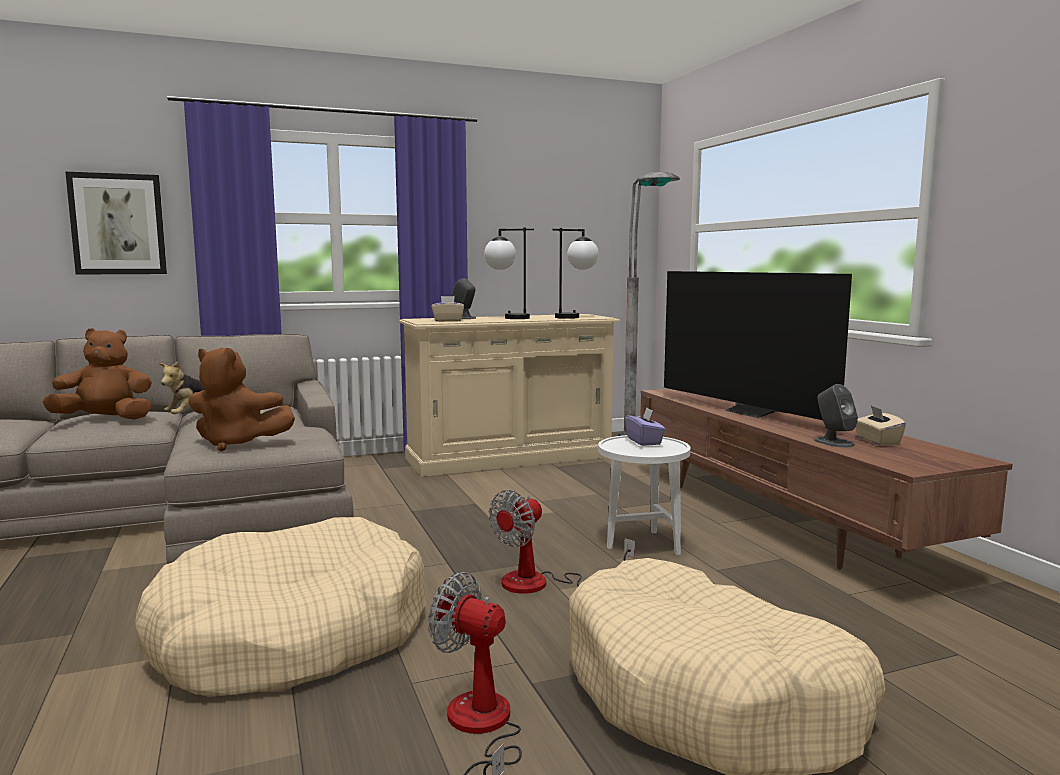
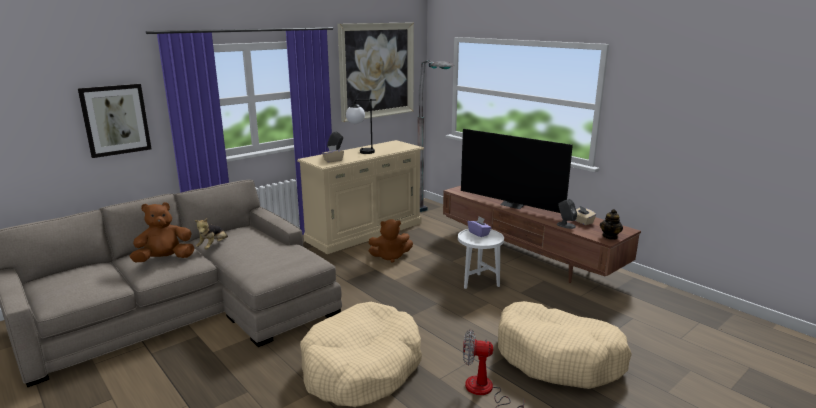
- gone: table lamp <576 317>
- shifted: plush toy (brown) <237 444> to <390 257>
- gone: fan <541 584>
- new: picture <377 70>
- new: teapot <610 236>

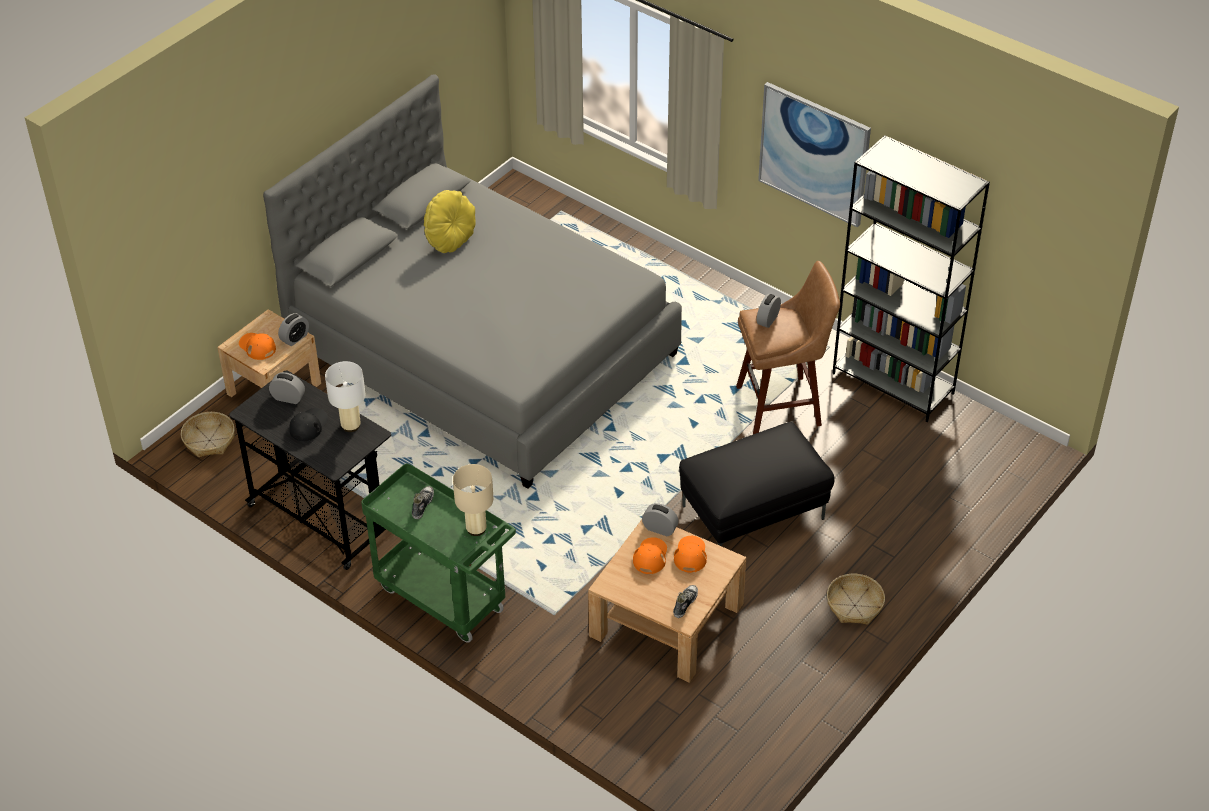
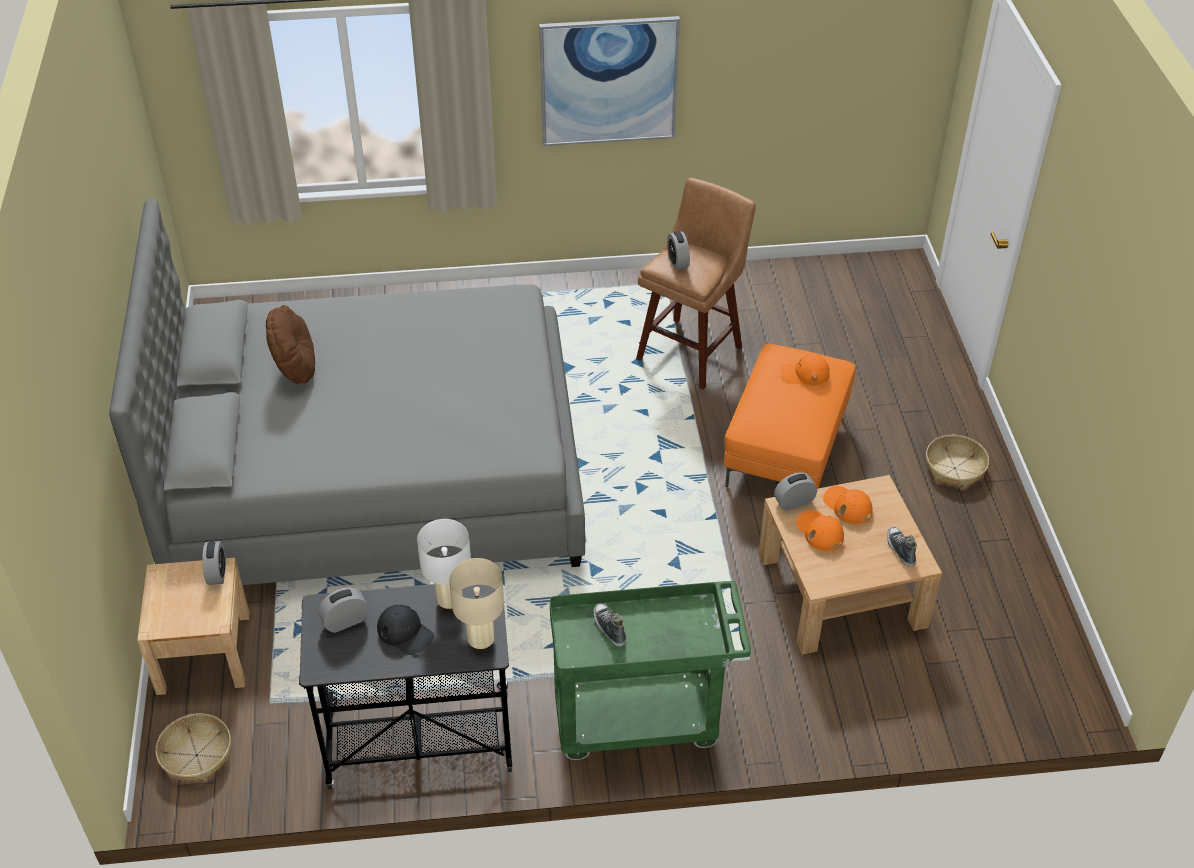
- gone: bookcase (grey) <894 383>
- repainted: pillow (yellow) <451 242> to pillow (brown) <295 370>
- shifted: cap (orange) <257 347> to <804 373>
- rotated: cap (black) <308 425> = <405 633> 150 degrees clockwise
- repainted: ottoman (black) <753 513> to ottoman (orange) <786 452>
- shifted: table lamp (beige) <477 529> to <481 640>

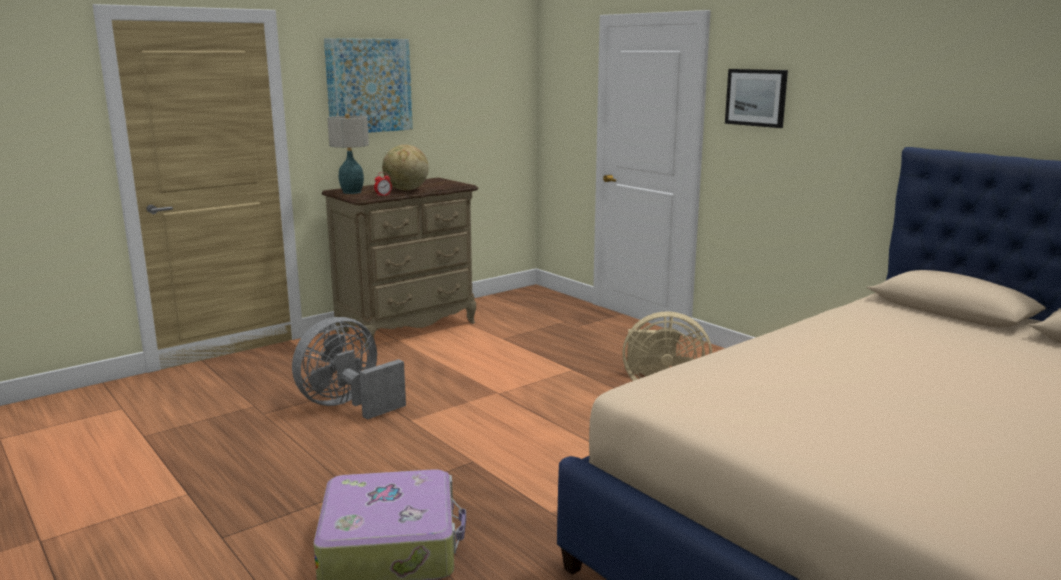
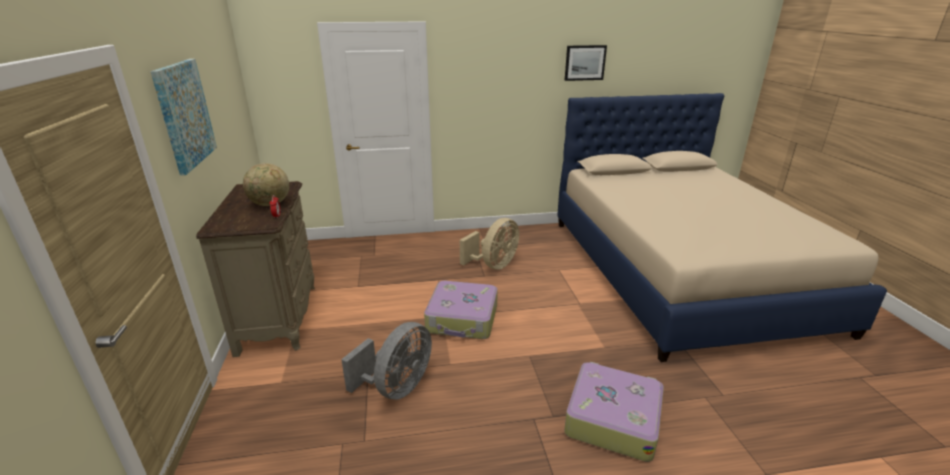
- shifted: picture <756 97> to <585 62>
- gone: table lamp <352 192>
- rotated: fan (grey) <348 405> = <397 387> 135 degrees counterclockwise
- new: suitcase <462 319>

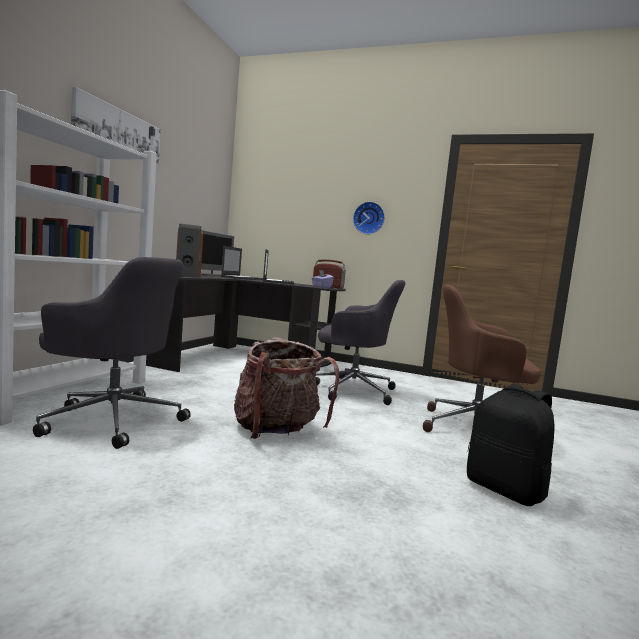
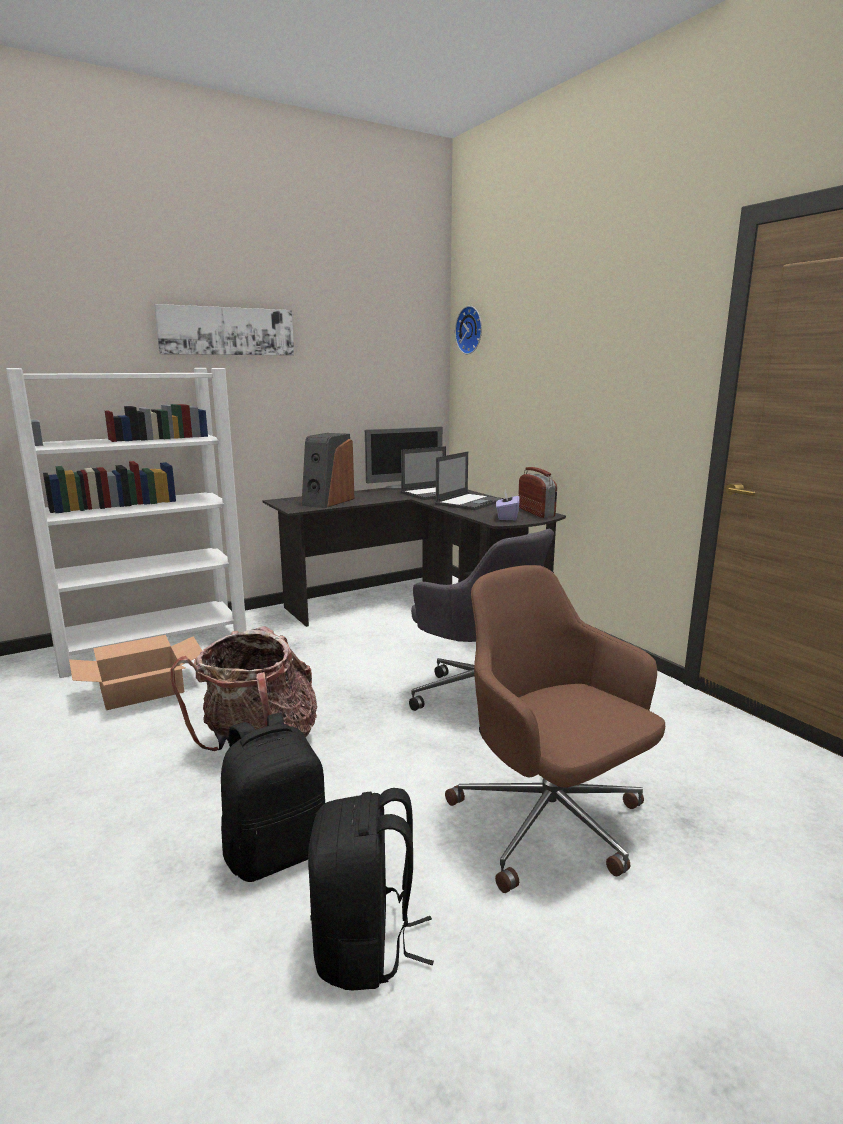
- shifted: wall clock <369 218> to <471 330>
- swapped: office chair (grey) <113 419> to cardboard box <141 689>
- new: backpack (black) <277 852>

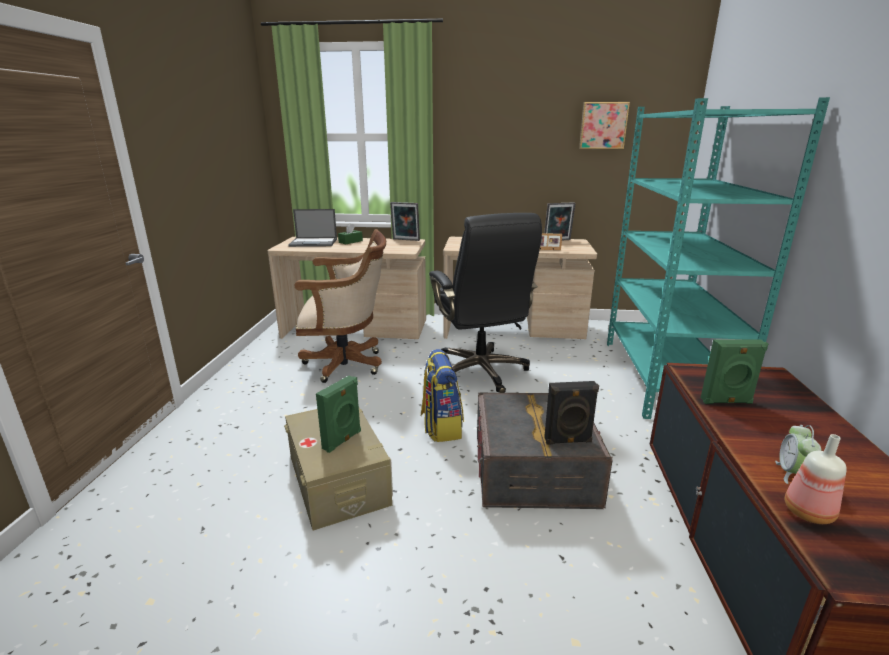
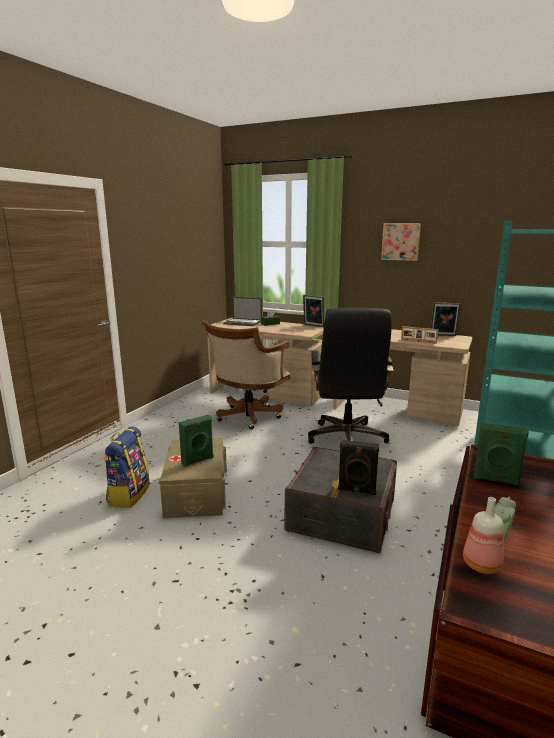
- shifted: picture <603 125> to <401 242>
- rotated: office chair <347 364> = <247 417> 105 degrees clockwise
- shifted: backpack <441 427> to <128 494>

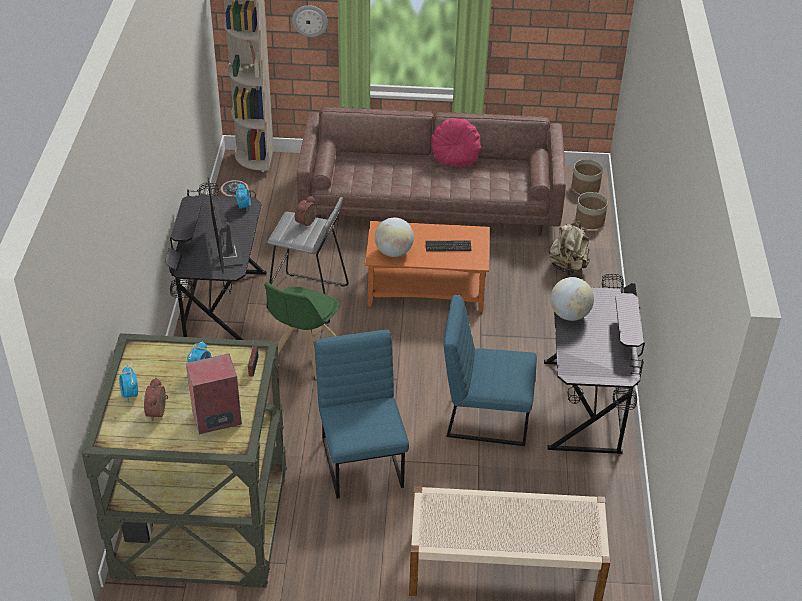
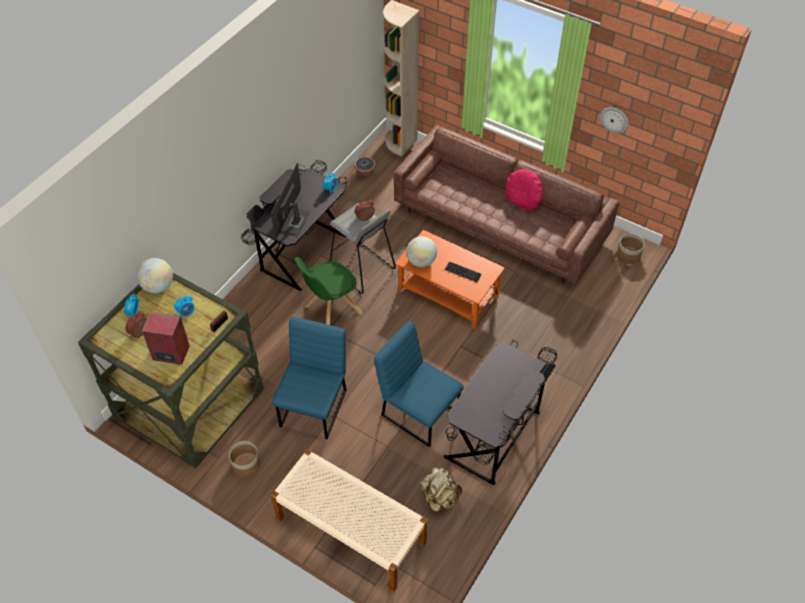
- shifted: wall clock <310 20> to <614 119>
- shifted: planter <589 221> to <246 465>
- shifted: backpack (beige) <568 267> to <439 498>
- shifted: globe <569 314> to <158 286>

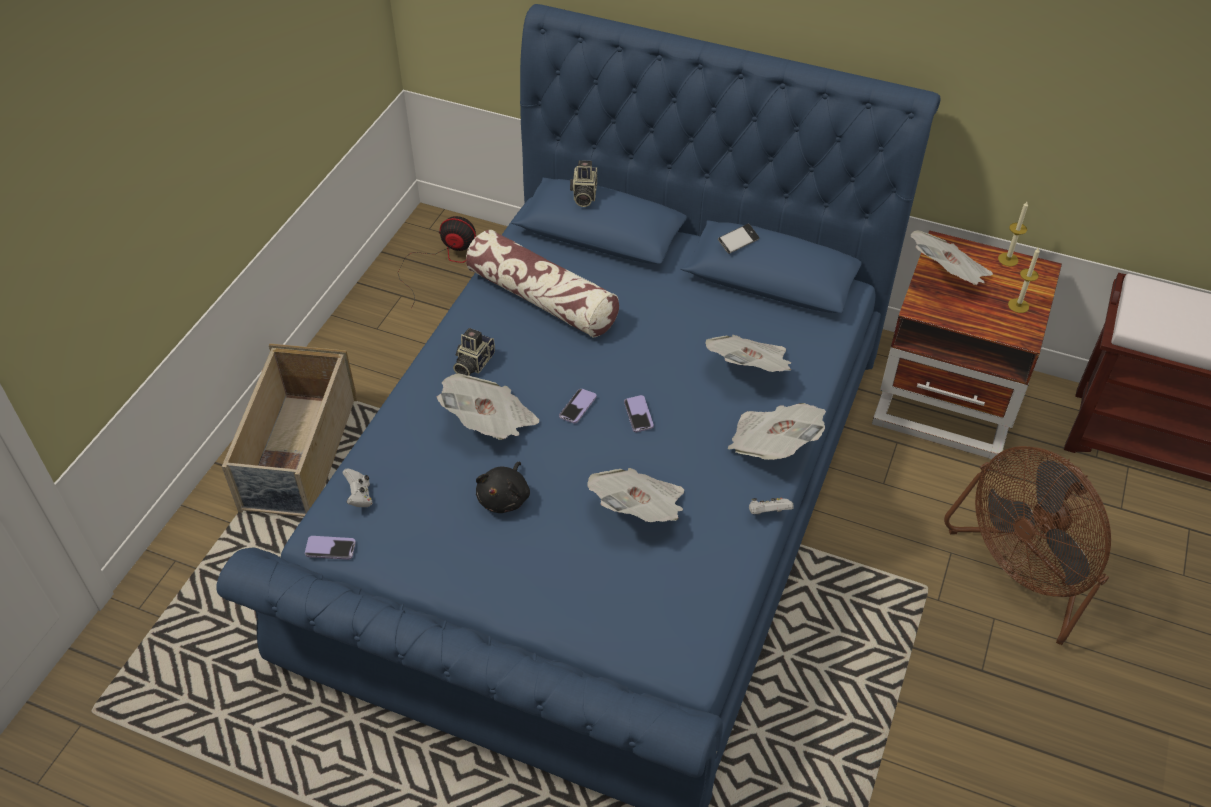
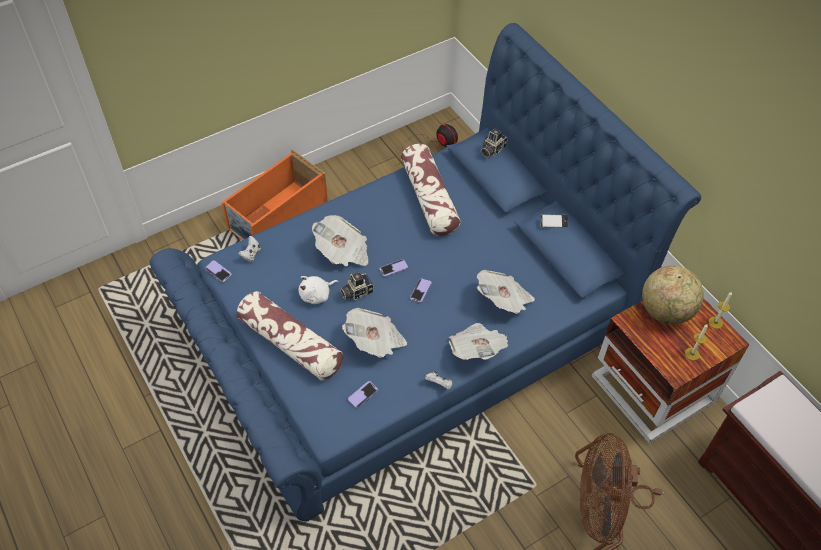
- swapped: newspaper <948 275> to globe <666 311>
- shifted: photo camera <472 363> to <356 292>
- repainted: storage box (beige) <299 455> to storage box (orange) <277 216>
- repainted: plush toy (black) <505 497> to plush toy (white) <317 295>
- new: pillow <291 343>
- new: phone <363 395>

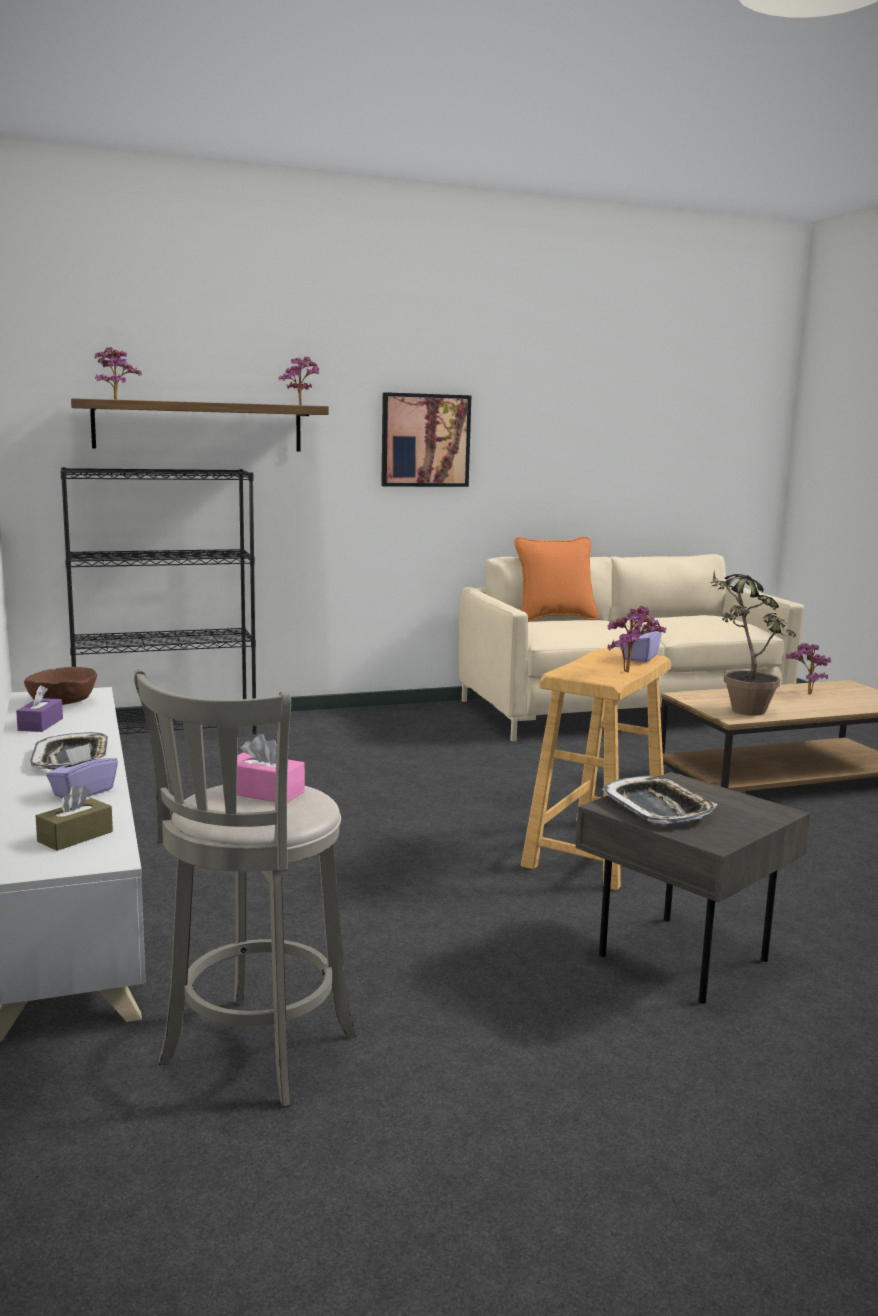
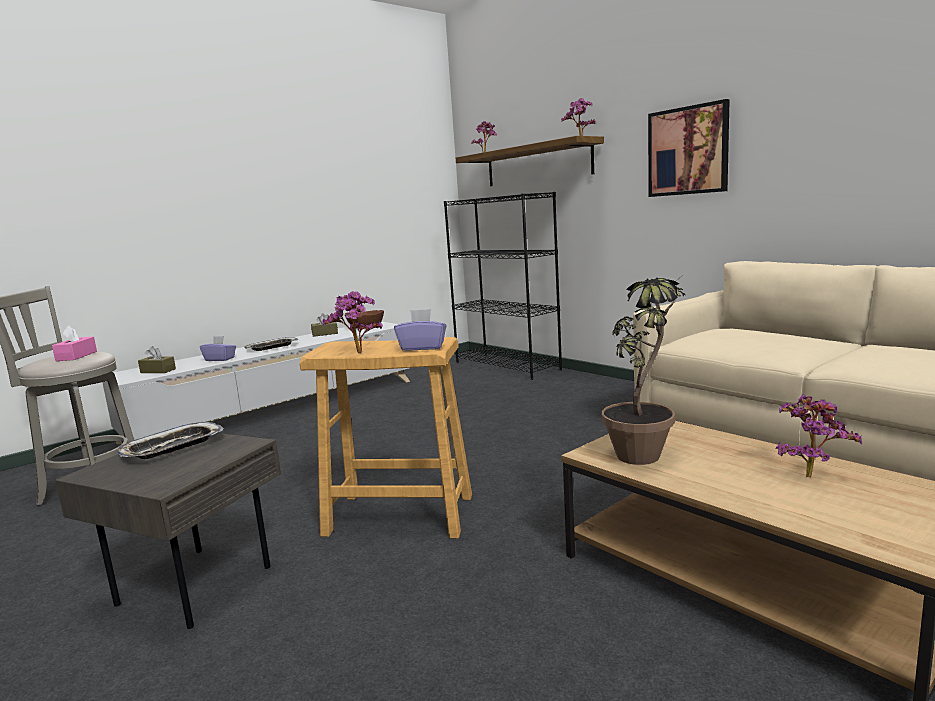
- gone: pillow (orange) <554 618>
- repainted: tissue box (purple) <40 724> to tissue box (brown) <325 334>

